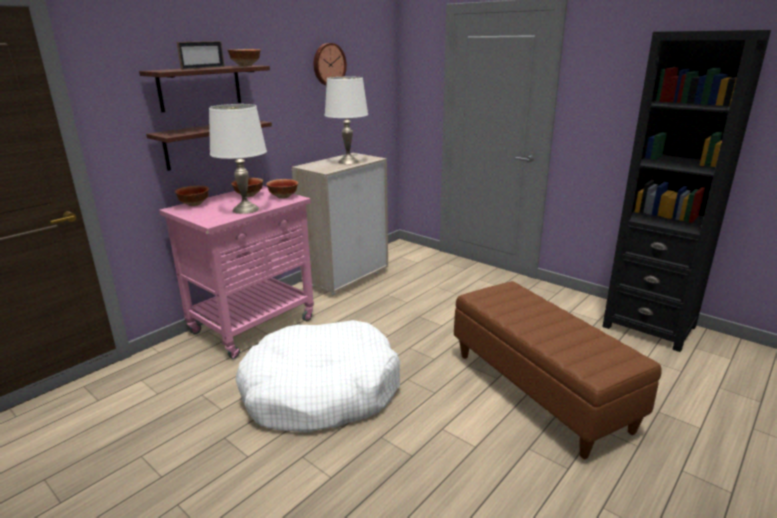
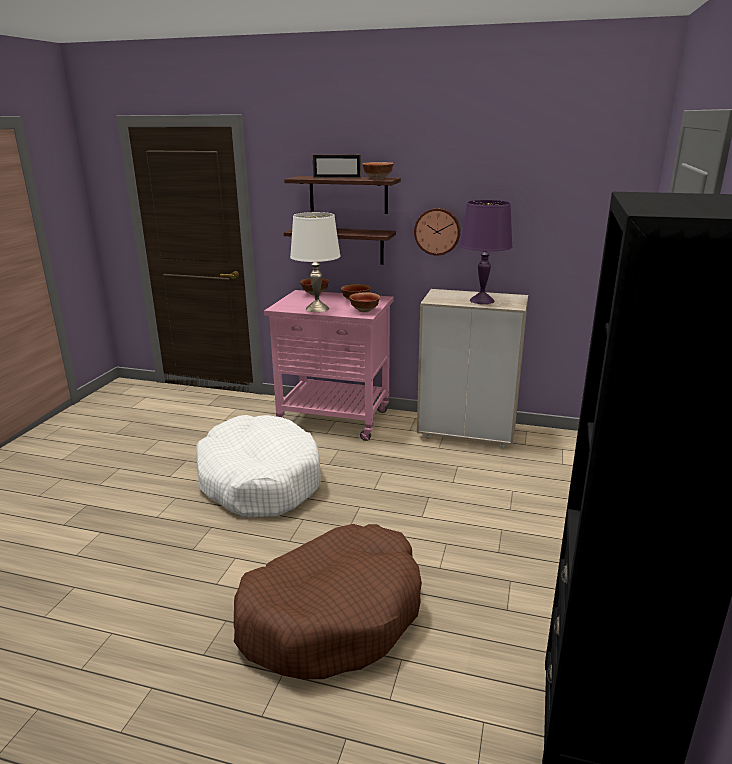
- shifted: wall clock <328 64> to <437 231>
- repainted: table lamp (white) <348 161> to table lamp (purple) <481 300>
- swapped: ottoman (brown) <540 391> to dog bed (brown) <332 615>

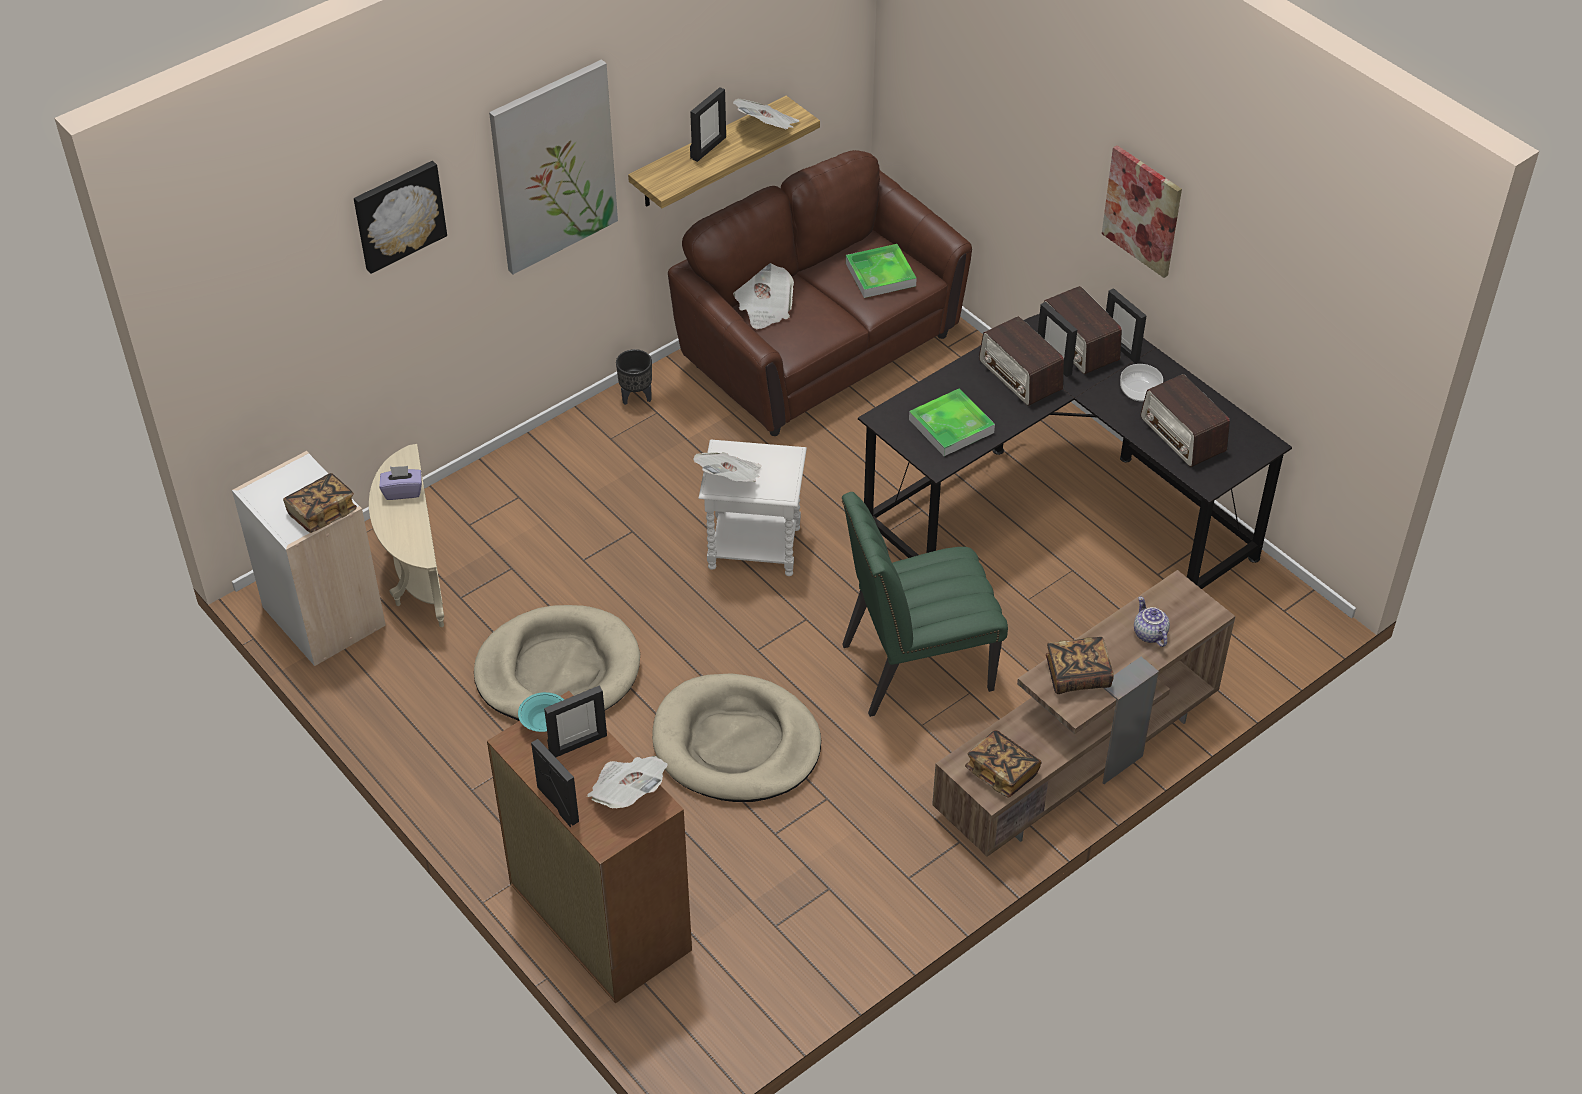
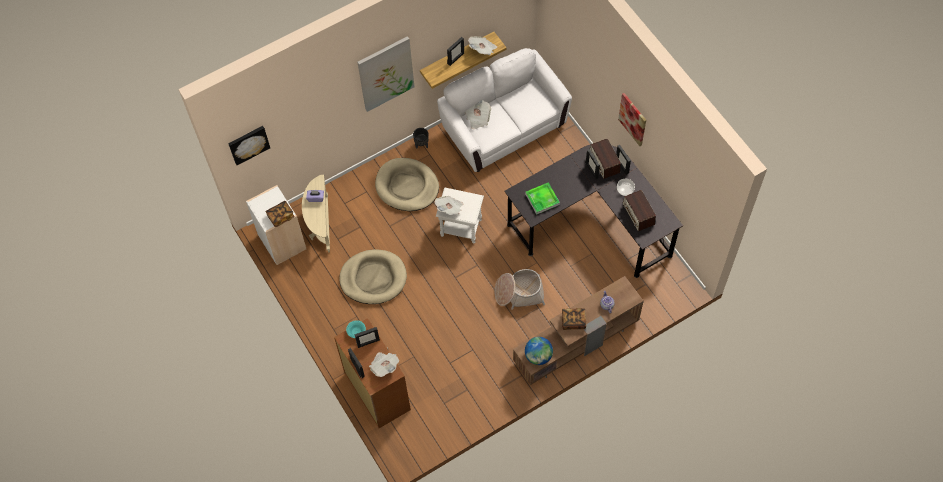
- repainted: sofa (brown) <818 347> to sofa (white) <503 126>
- shifted: picture <398 214> to <248 144>
- gone: tray <880 274>
- gone: radio <1020 375>
- swapped: chair (green) <918 666> to basket <519 292>
- shifted: dog bed (beige) <736 744> to <407 186>
- swapped: book <1001 772> to globe <538 356>

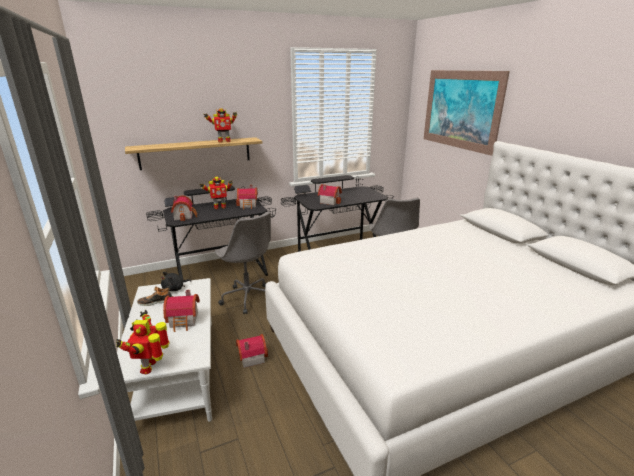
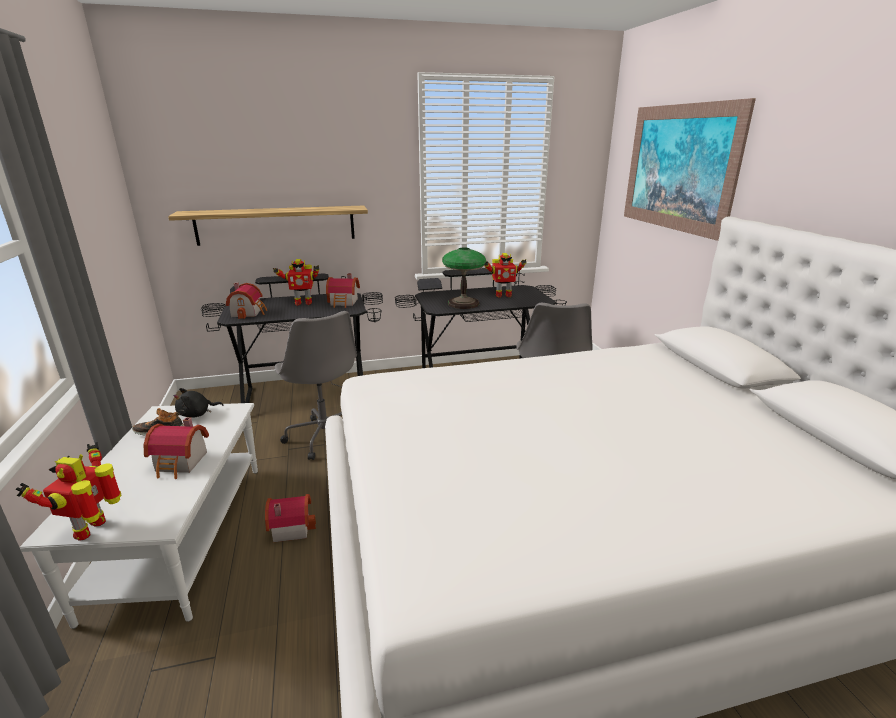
- shifted: toy robot <224 141> to <502 295>
- swapped: toy house <329 201> to table lamp <463 303>

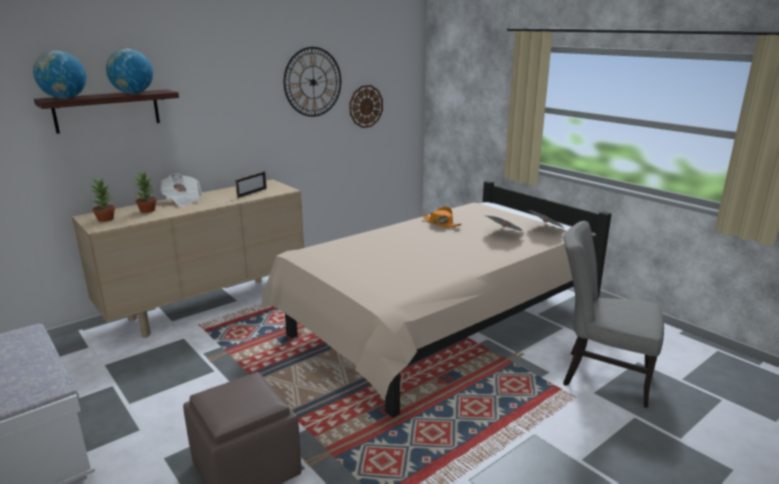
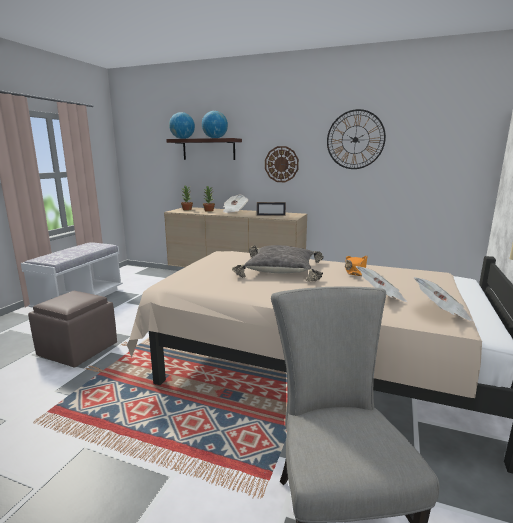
- shifted: wall clock <366 106> to <281 164>
- new: pillow <280 269>

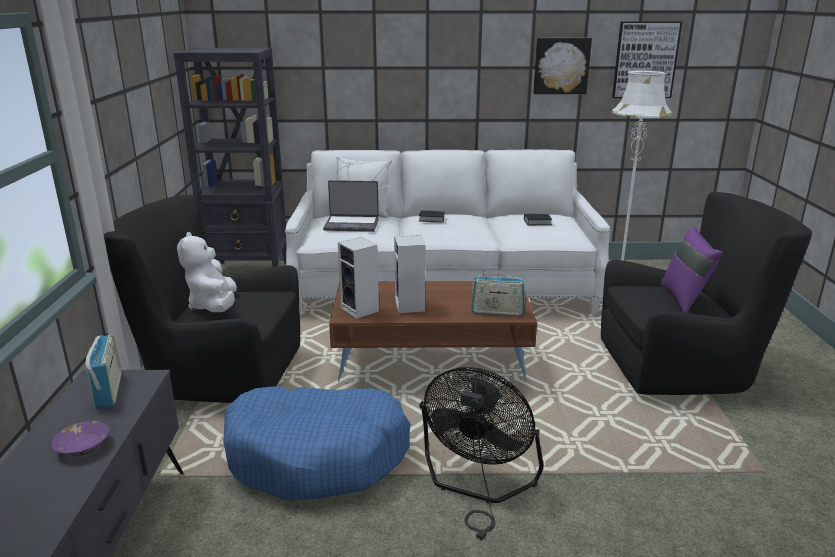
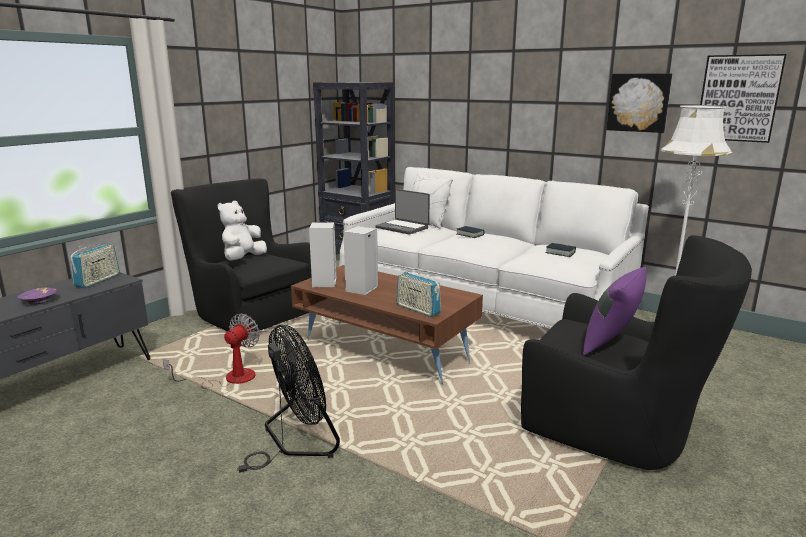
- swapped: dog bed (blue) <317 455> to fan <228 378>

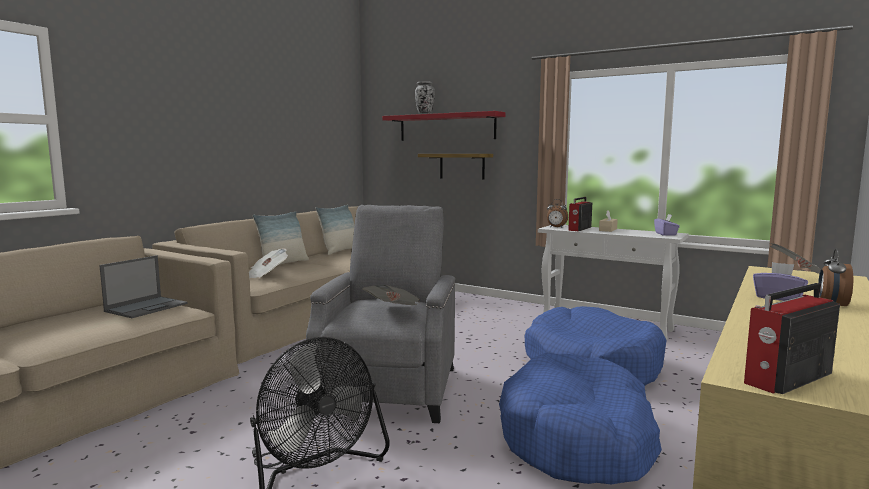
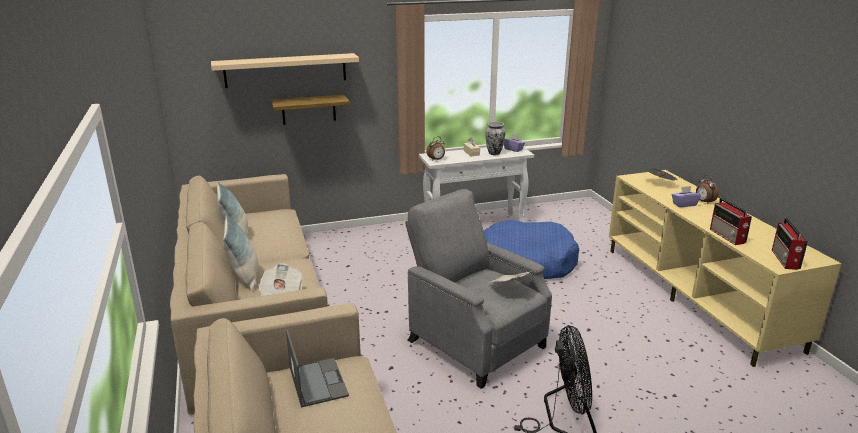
- shifted: vase <425 114> to <494 153>
- repainted: shelf (red) <446 127> to shelf (beige) <285 70>
- shifted: radio <579 229> to <728 236>
- gone: dog bed (blue) <578 439>

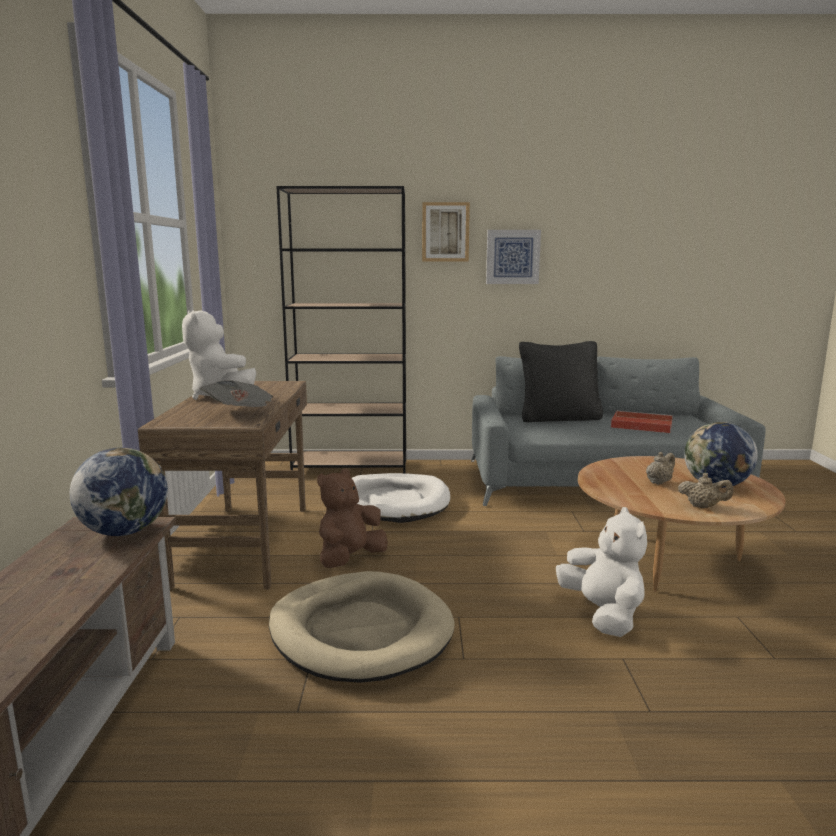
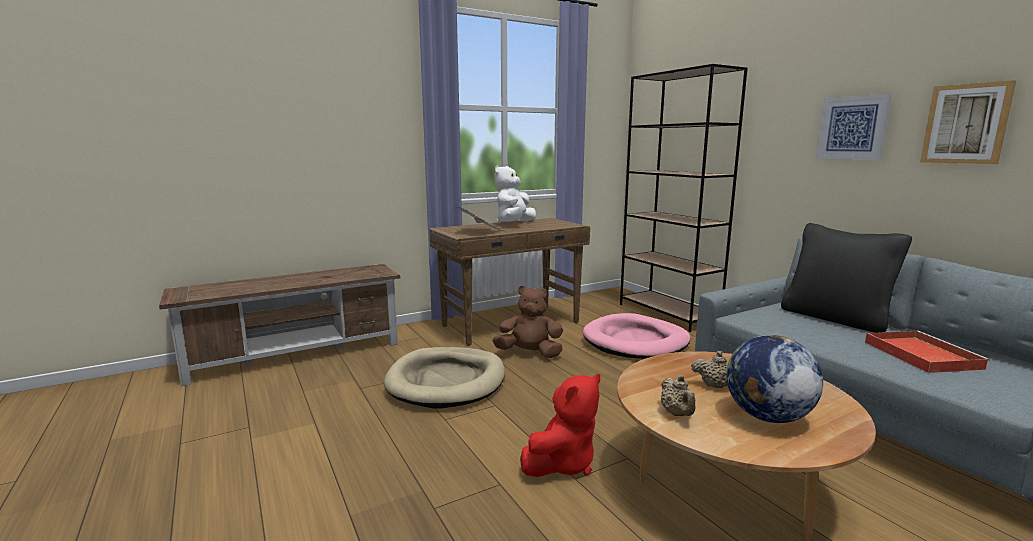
- shifted: picture <445 232> to <966 124>
- gone: globe <124 532>
- repainted: dog bed (white) <394 502> to dog bed (pink) <636 341>
- repainted: plush toy (white) <603 614> to plush toy (red) <562 463>

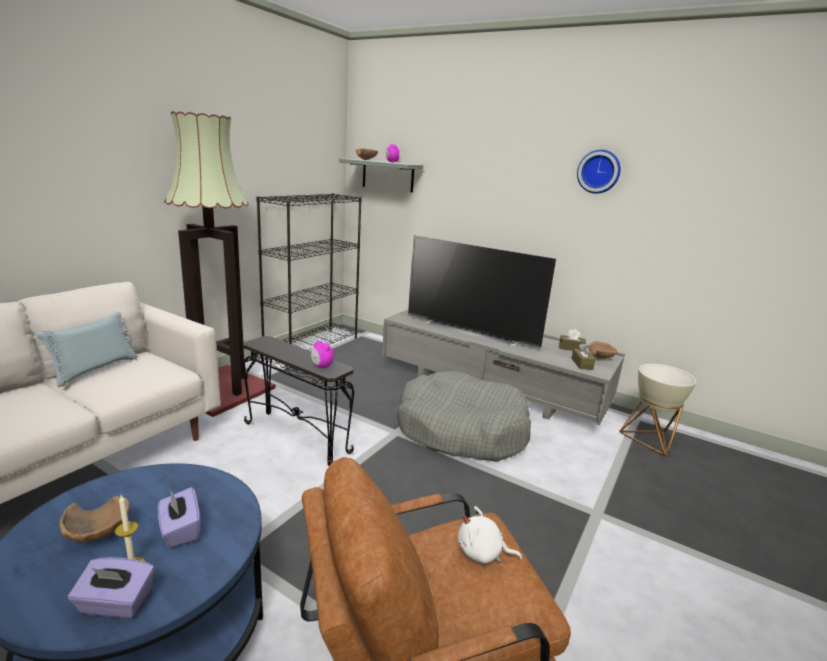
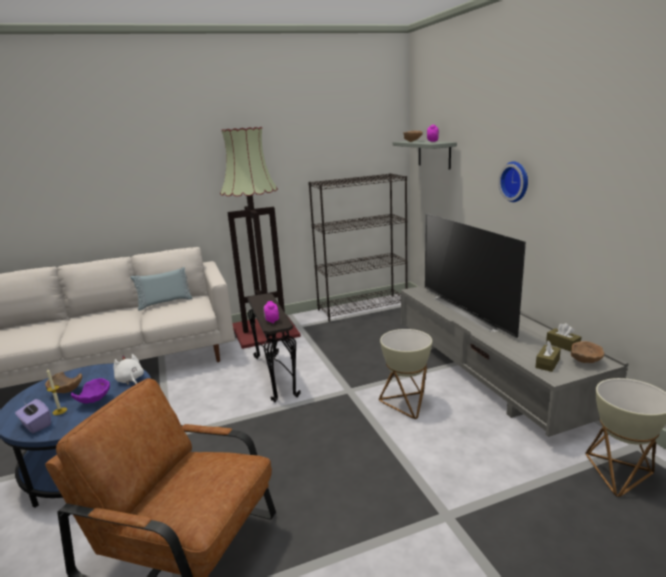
- shifted: wall clock <599 171> to <516 181>
- swapped: dog bed (grey) <461 430> to planter <406 403>
- swapped: tissue box (purple) <180 530> to bowl (purple) <95 401>
- shifted: plush toy (white) <482 553> to <130 380>

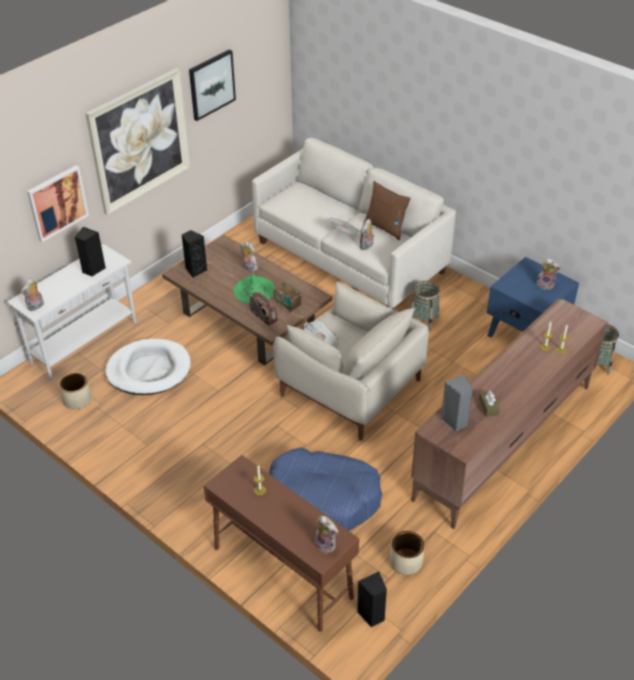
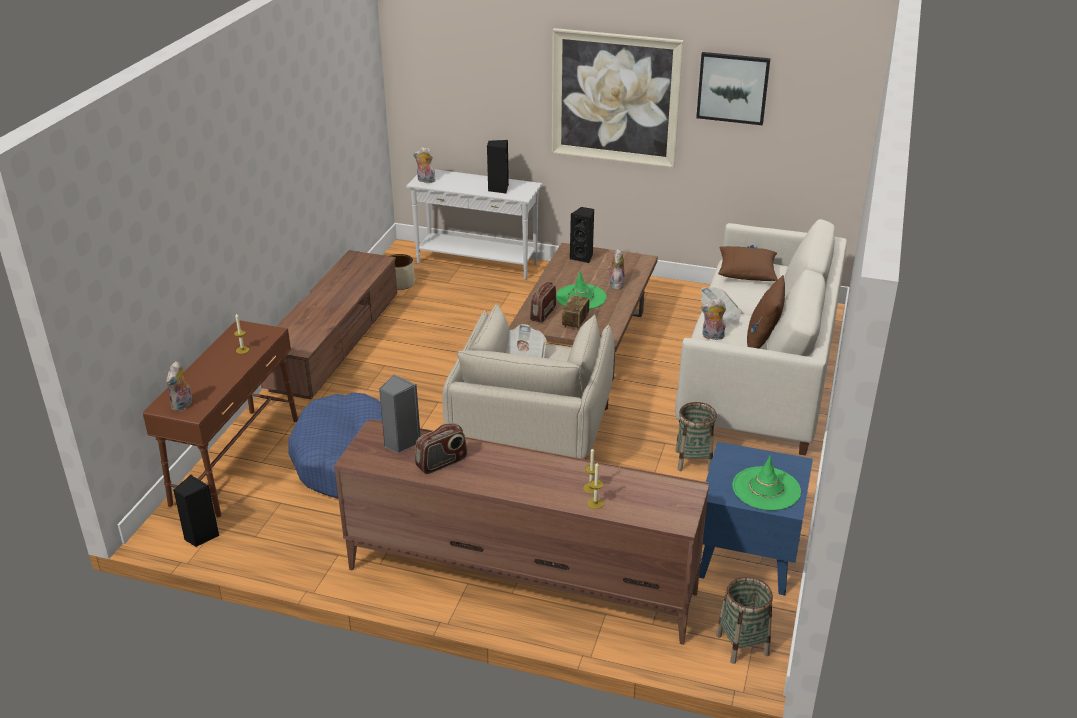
- gone: picture <57 203>
- swapped: plush toy <546 285> to hat (green) <766 489>
- gone: dog bed (white) <149 370>
- swapped: tissue box (brown) <488 407> to radio <441 463>
- gone: planter (beige) <405 561>
- new: pillow (brown) <746 273>
- new: tv stand (brown) <334 344>

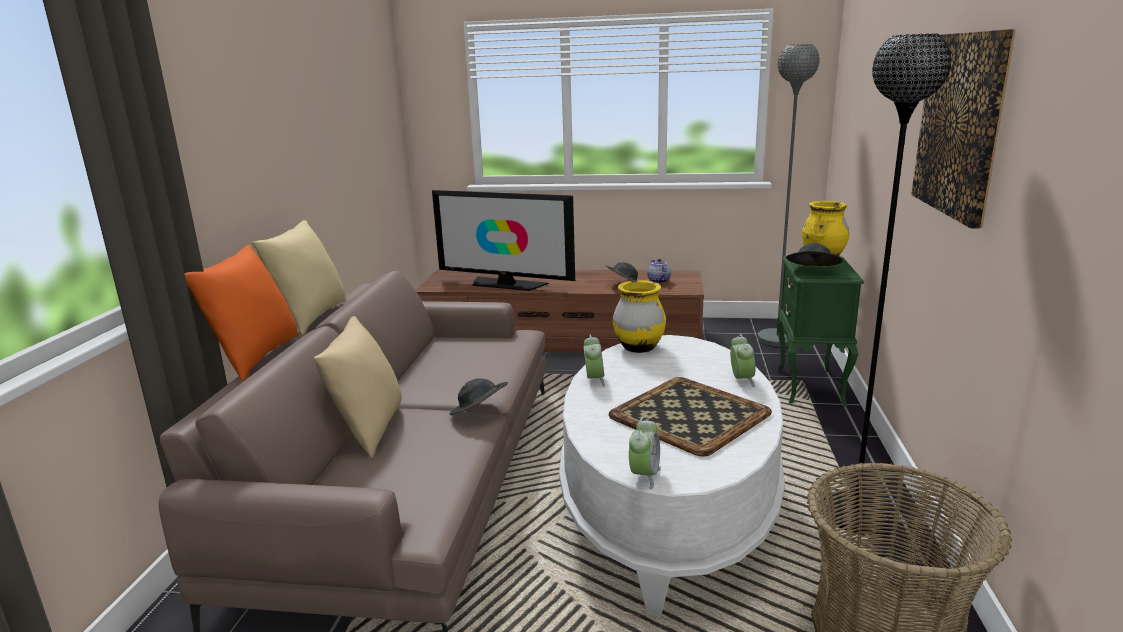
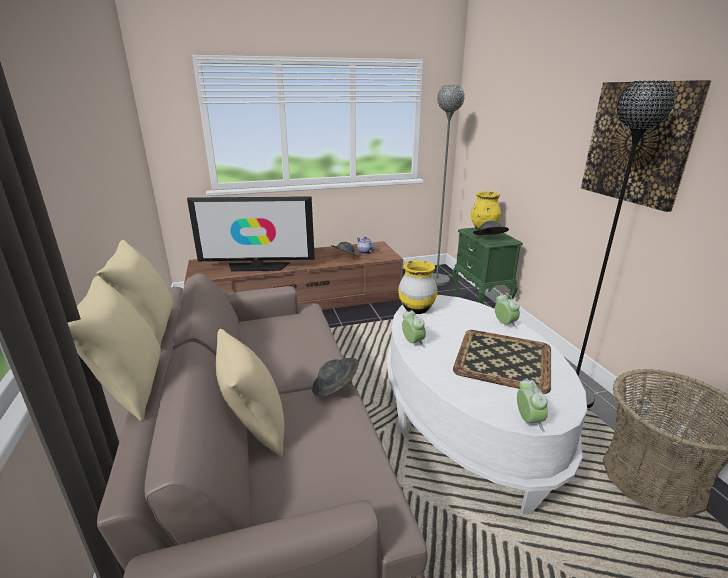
- repainted: pillow (orange) <255 358> to pillow (beige) <130 389>

